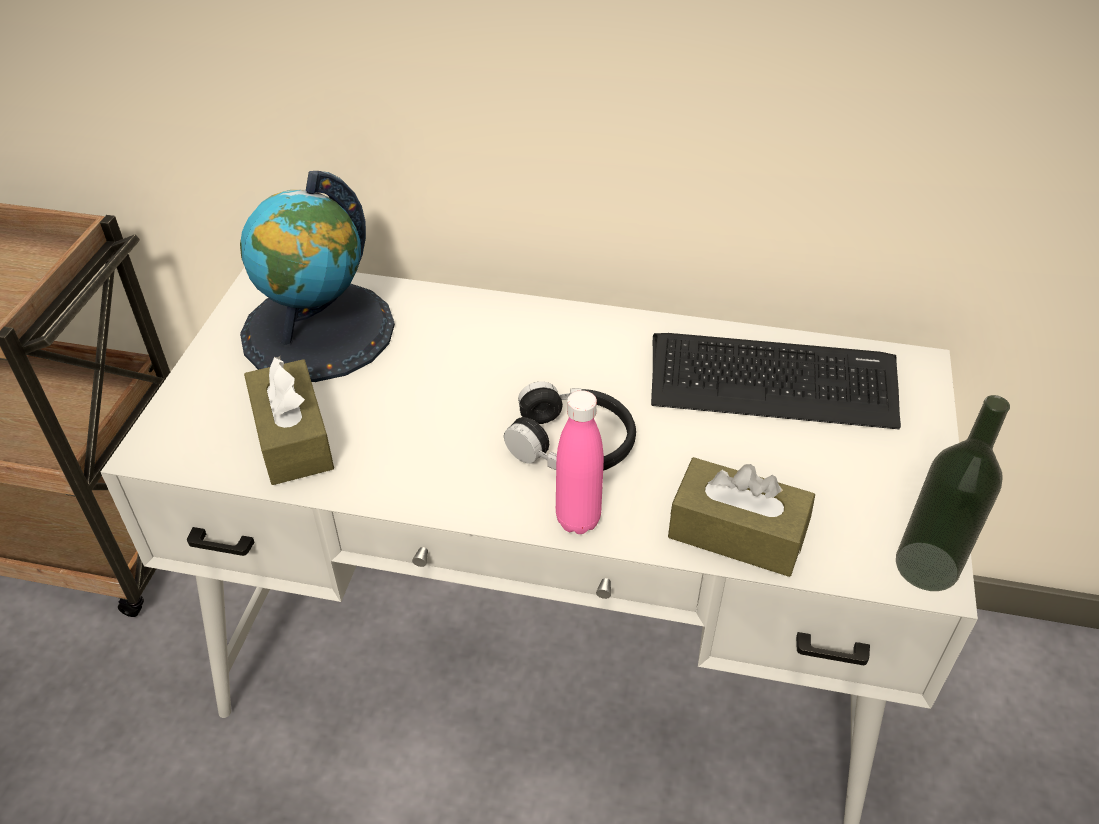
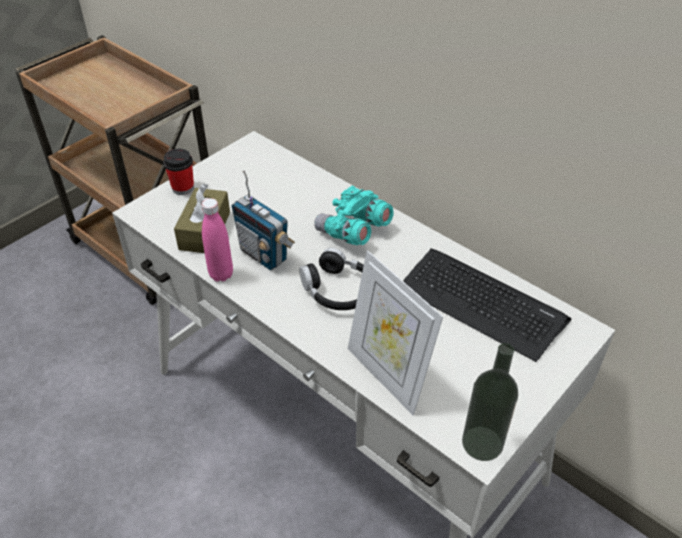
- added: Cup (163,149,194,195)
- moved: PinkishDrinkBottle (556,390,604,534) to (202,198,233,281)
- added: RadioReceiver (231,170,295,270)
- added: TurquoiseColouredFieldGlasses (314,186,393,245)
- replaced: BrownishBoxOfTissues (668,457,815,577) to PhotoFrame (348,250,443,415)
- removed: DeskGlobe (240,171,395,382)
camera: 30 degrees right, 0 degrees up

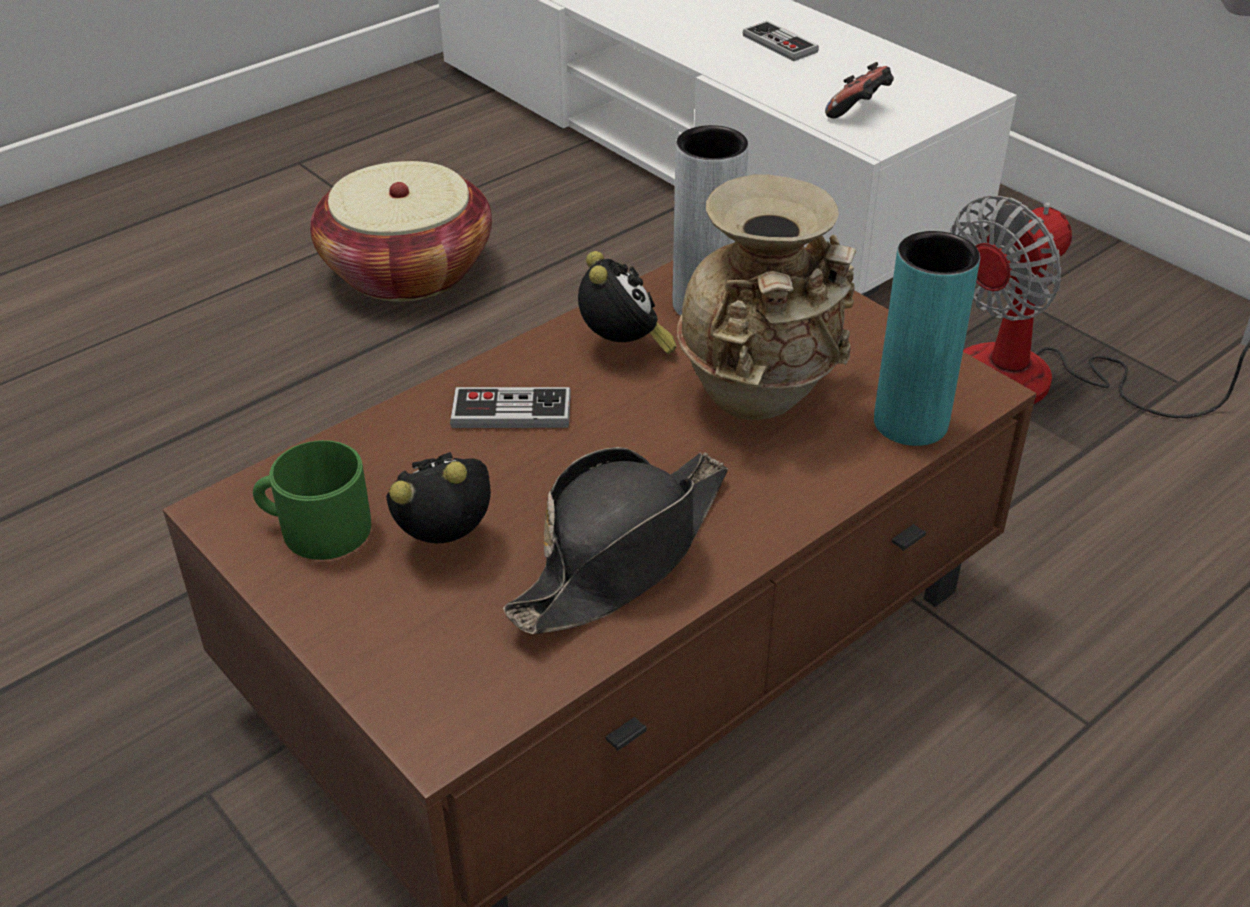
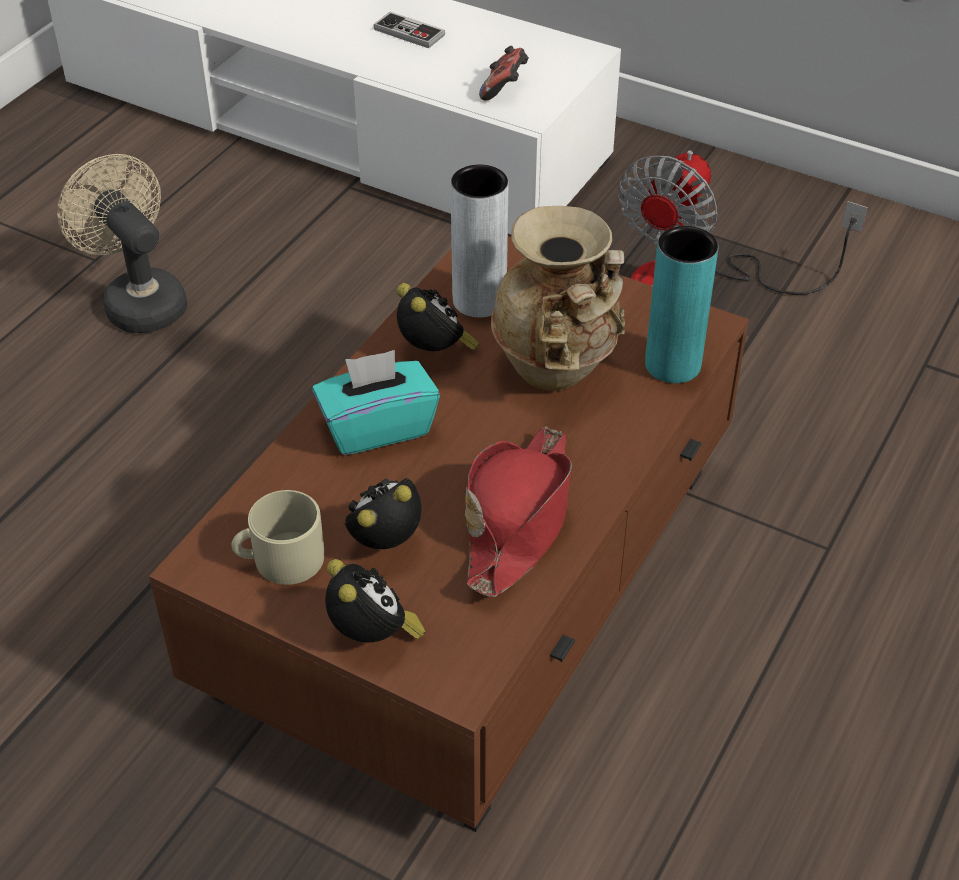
- replaced: Basket (310,161,492,302) to SandColouredCoolingFan (57,154,187,333)
- recoloured: GreenColouredCoffeeMug (253,440,371,560) to SandColouredCoffeeMug (232,490,324,585)
- replaced: Joypad (450,387,571,428) to TurquoiseColouredBoxOfTissues (312,350,440,455)
- added: BedsideClock (325,559,425,643)
- recoloured: BlackWearableHat (503,447,728,634) to RedColouredWearableHat (465,426,572,596)
camera: 20 degrees left, 5 degrees up

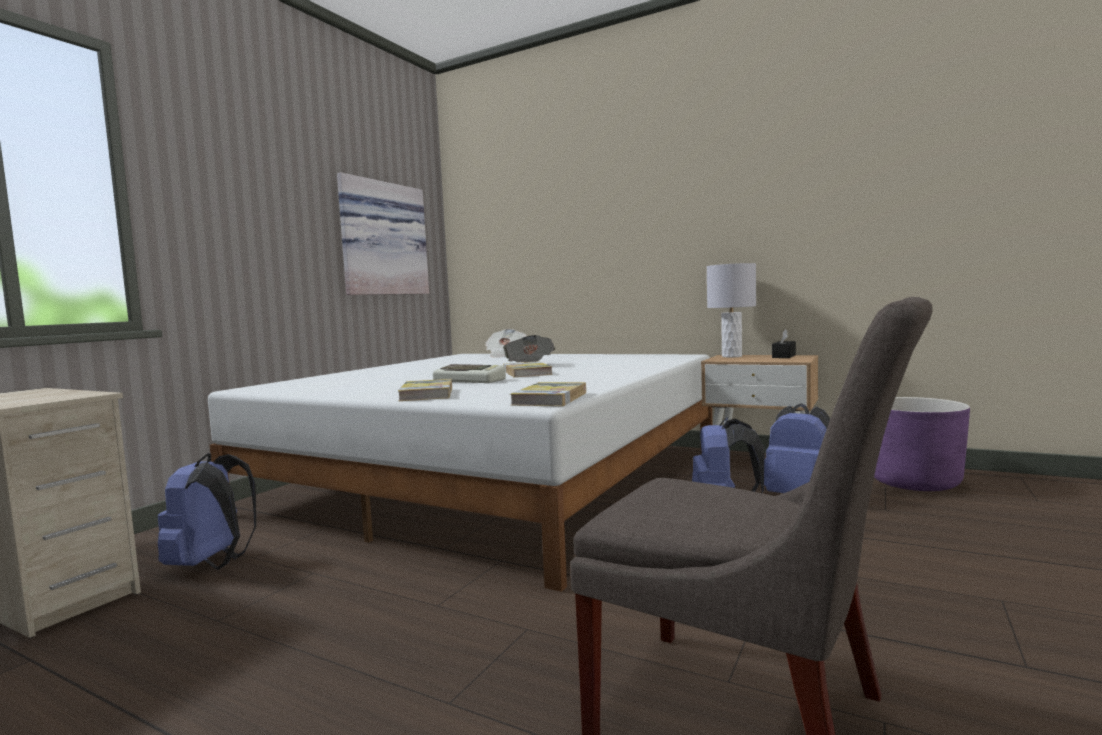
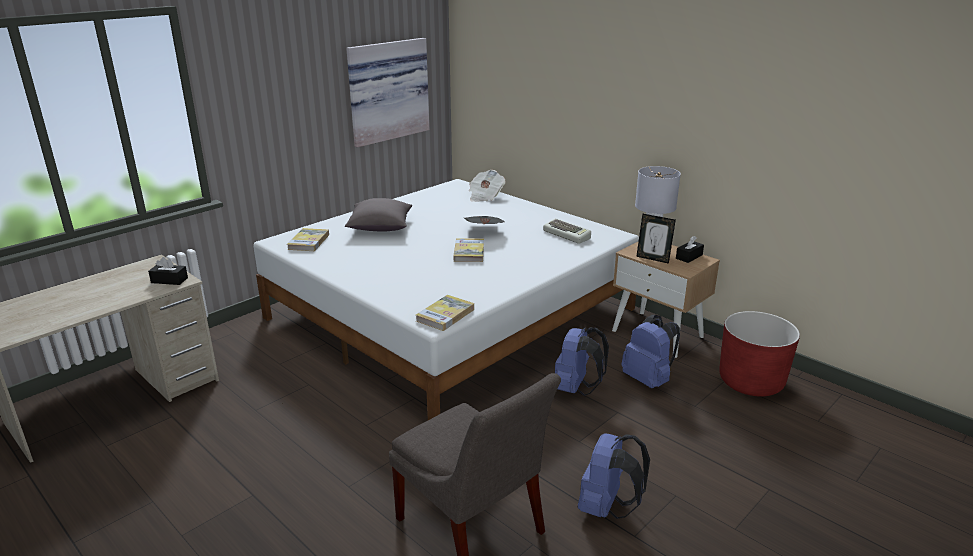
- added: BlackBoxOfTissues (148,257,188,285)
- moved: Book (398,379,452,401) to (287,228,329,251)
- added: GreyCushion (345,198,412,232)
- moved: Keyboard (433,364,506,383) to (543,218,591,244)
- moved: BlueColouredKnapsack (158,453,256,570) to (578,433,650,519)
- added: PhotoFrame (636,213,676,264)
- recoloured: PurplishPlanter (874,397,970,491) to RedColouredPlanter (719,311,800,397)
camera: 15 degrees right, 20 degrees up

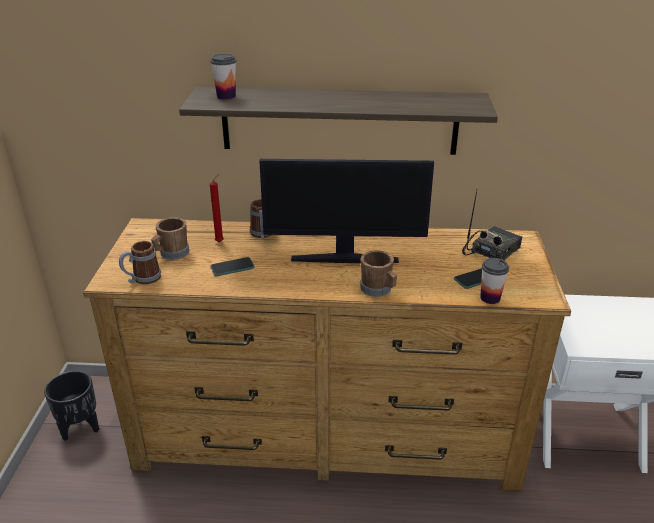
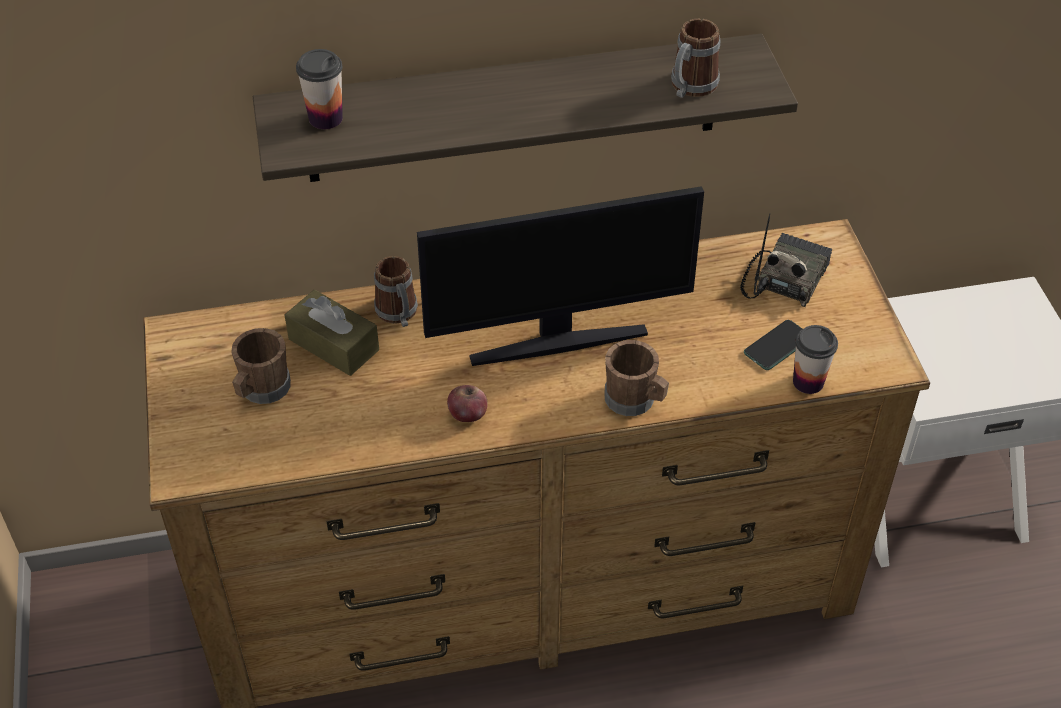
- replaced: RedColouredWaxLight (210,174,224,242) to BrownishBoxOfTissues (284,290,379,376)
- added: Apple (447,385,488,422)
- moved: CoffeeMug (119,241,161,285) to (671,19,720,98)
- removed: BlackPlanter (44,371,99,441)
- removed: Telephone (210,257,255,276)
camera: 15 degrees left, 15 degrees up

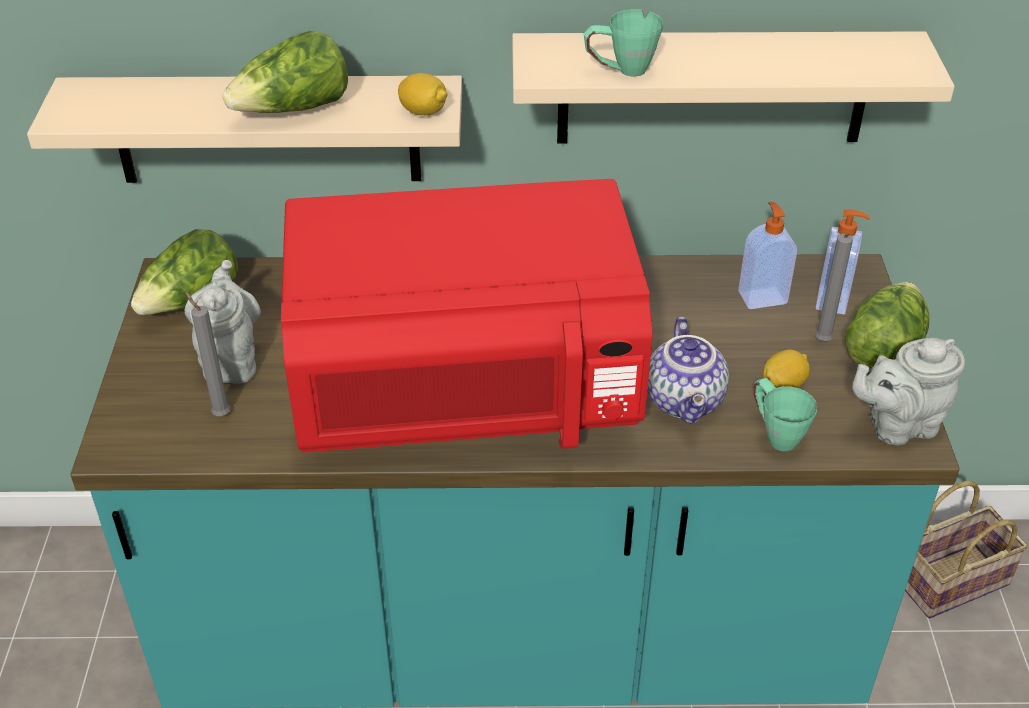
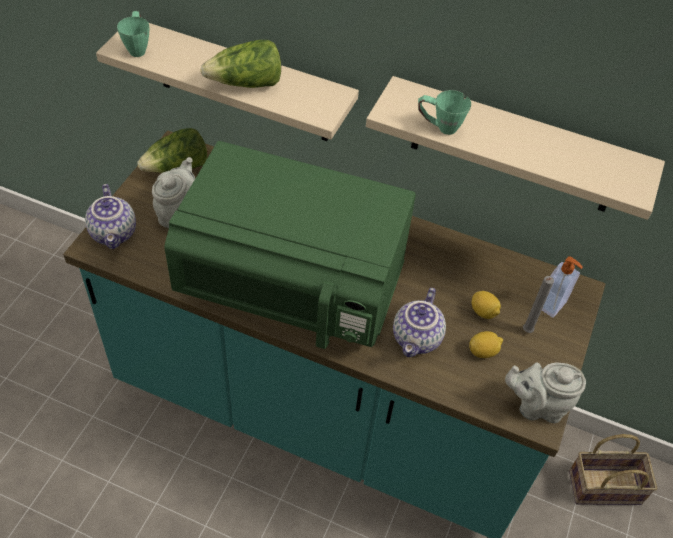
- added: PotForTea (85,184,136,249)
- moved: GreenColouredCoffeeMug (754,378,817,452) to (117,11,150,57)
- recoloured: RedColouredKitchenMicrowave (281,179,653,453) to GreenColouredKitchenMicrowave (165,141,416,349)
- moved: Lemon (398,73,448,115) to (472,291,501,319)
- removed: GreyWaxLight (185,291,230,416)
- removed: LiquidSoapBottle (738,202,797,309)
- removed: Lettuce (844,282,929,371)
camera: 20 degrees right, 10 degrees up

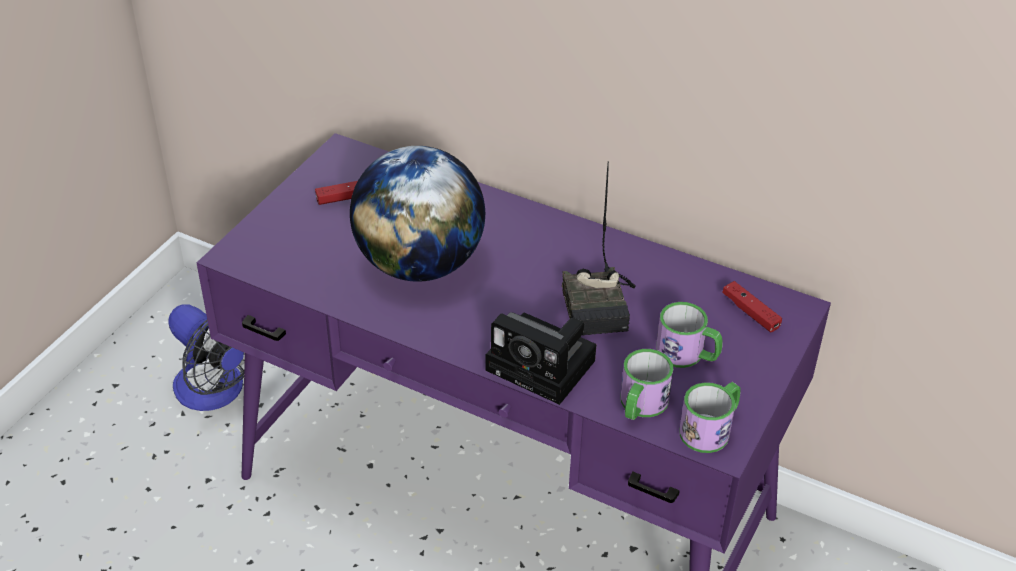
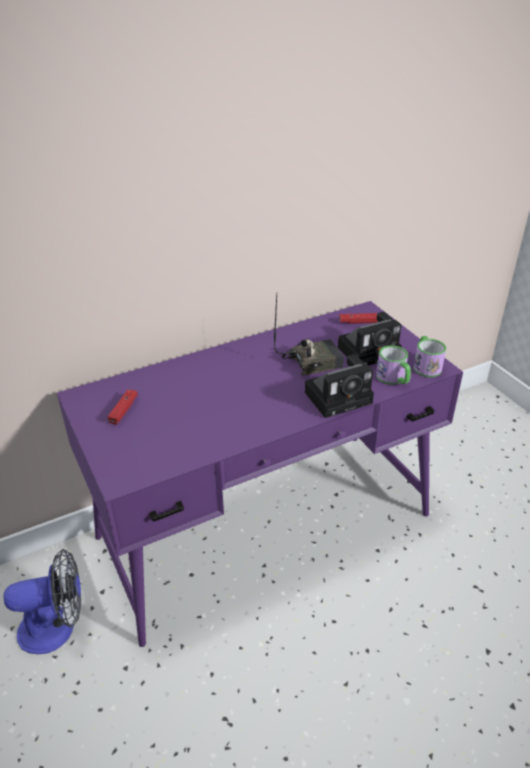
- turned: RadioReceiver (562,162,636,335) = (274,294,344,376) 45 degrees counterclockwise
- replaced: CoffeeMug (656,302,723,368) to StillCamera (338,312,402,366)
- removed: DeskGlobe (350,146,485,282)
camera: 55 degrees left, 5 degrees down

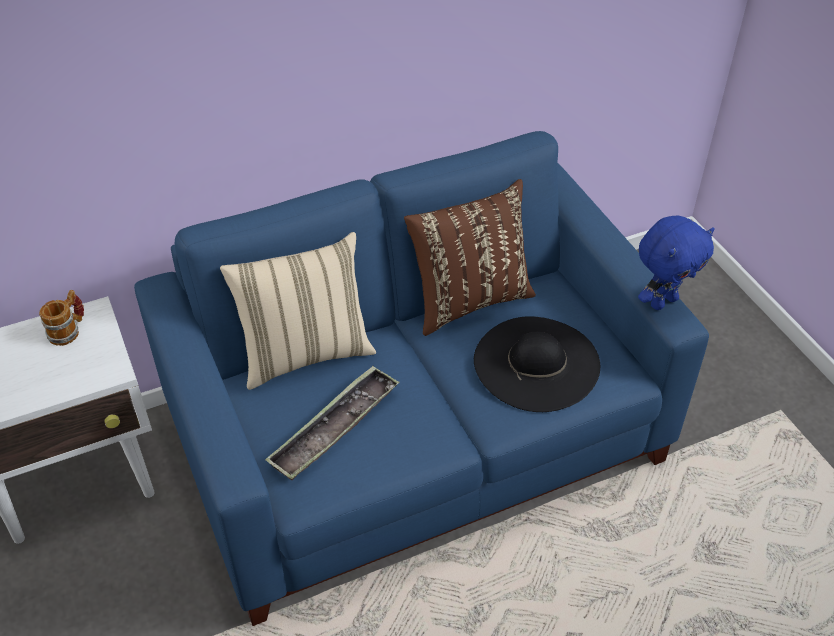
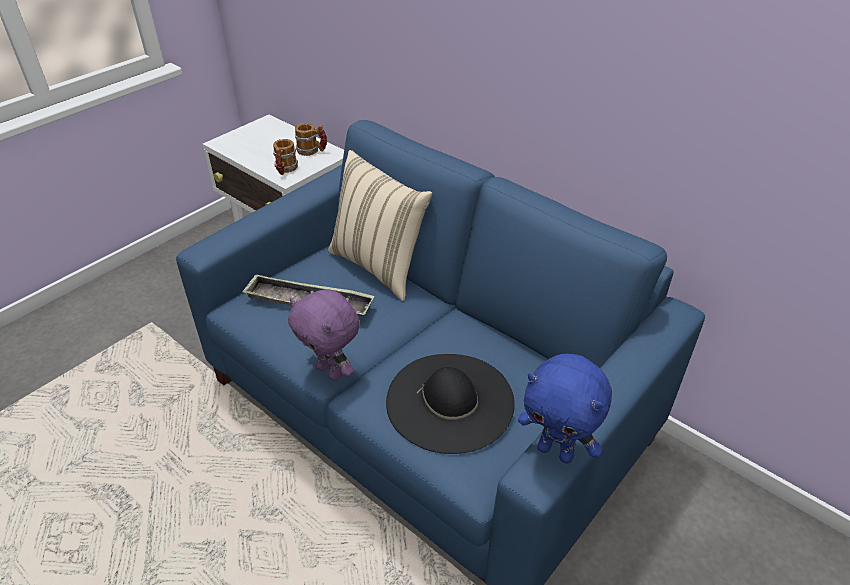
- added: CoffeeMug (273,139,298,175)
- added: PurplishCuddlyToy (288,289,360,381)
- removed: BrownishCushion (404,179,536,336)
camera: 65 degrees right, 5 degrees down

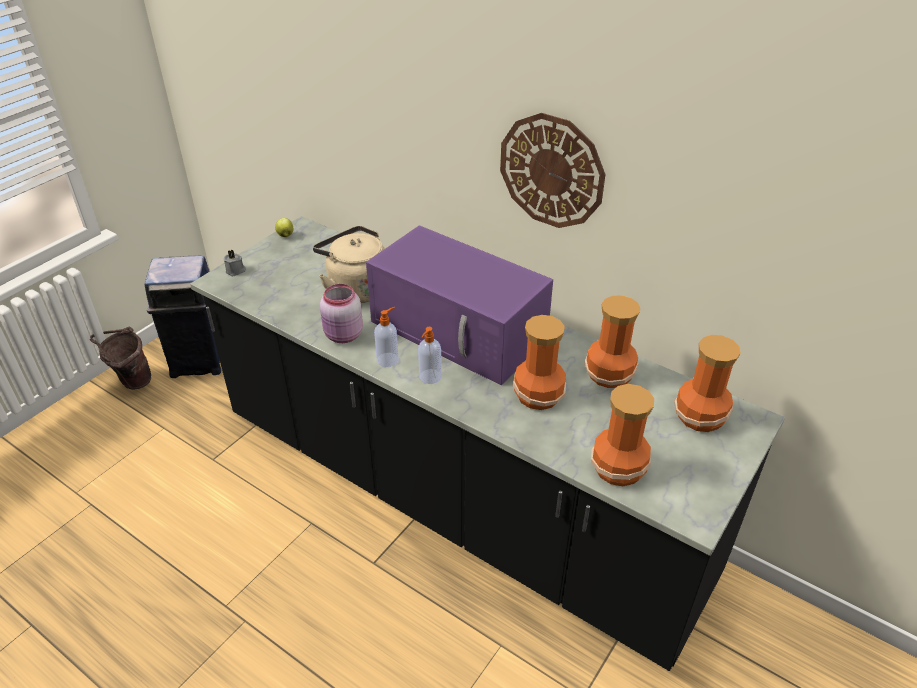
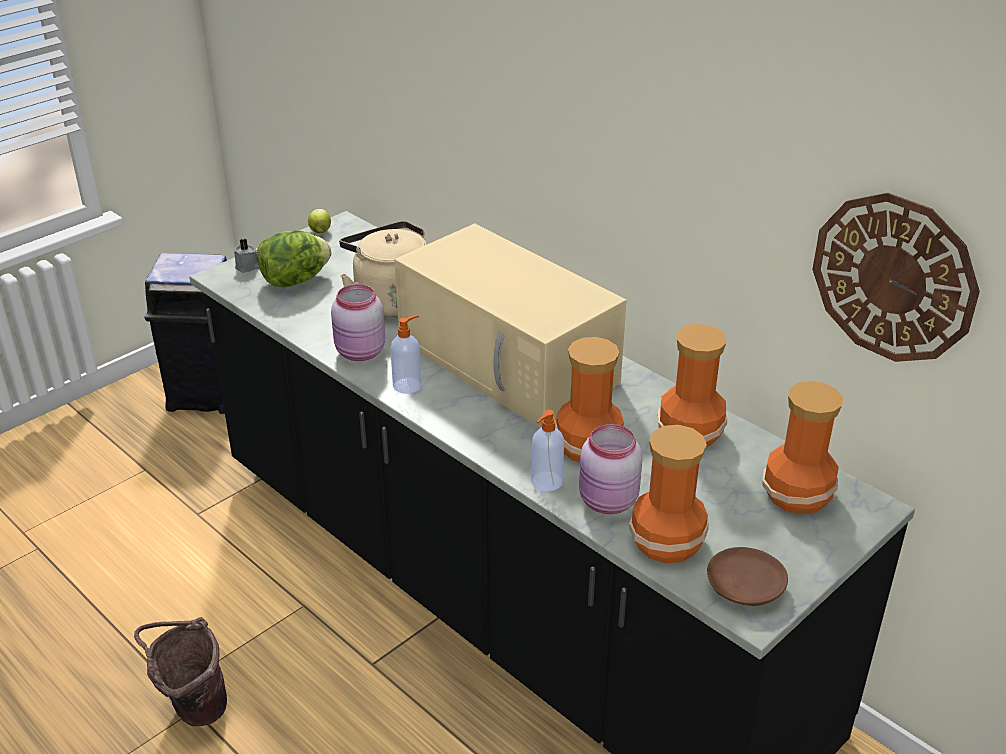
- moved: BrownishBucket (90,327,151,390) to (134,617,227,727)
- added: Lettuce (257,230,331,287)
- recoloured: PurplishKitchenMicrowave (366,225,553,385) to SandColouredKitchenMicrowave (394,224,627,428)
- moved: LiquidSoapBottle (418,327,442,384) to (531,410,564,492)
- added: PinkishStorageJar (579,424,643,514)
- added: BrownishDinnerPlate (707,547,788,606)
- moved: HangingClock (500,113,606,228) to (812,193,980,362)
camera: 10 degrees right, 5 degrees down

